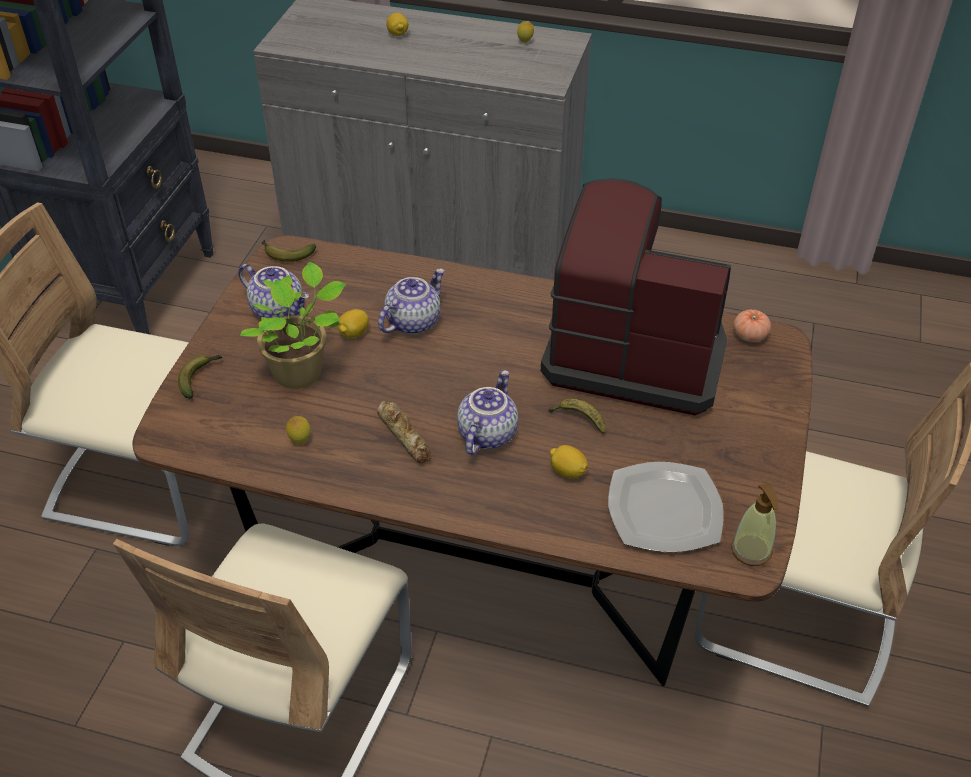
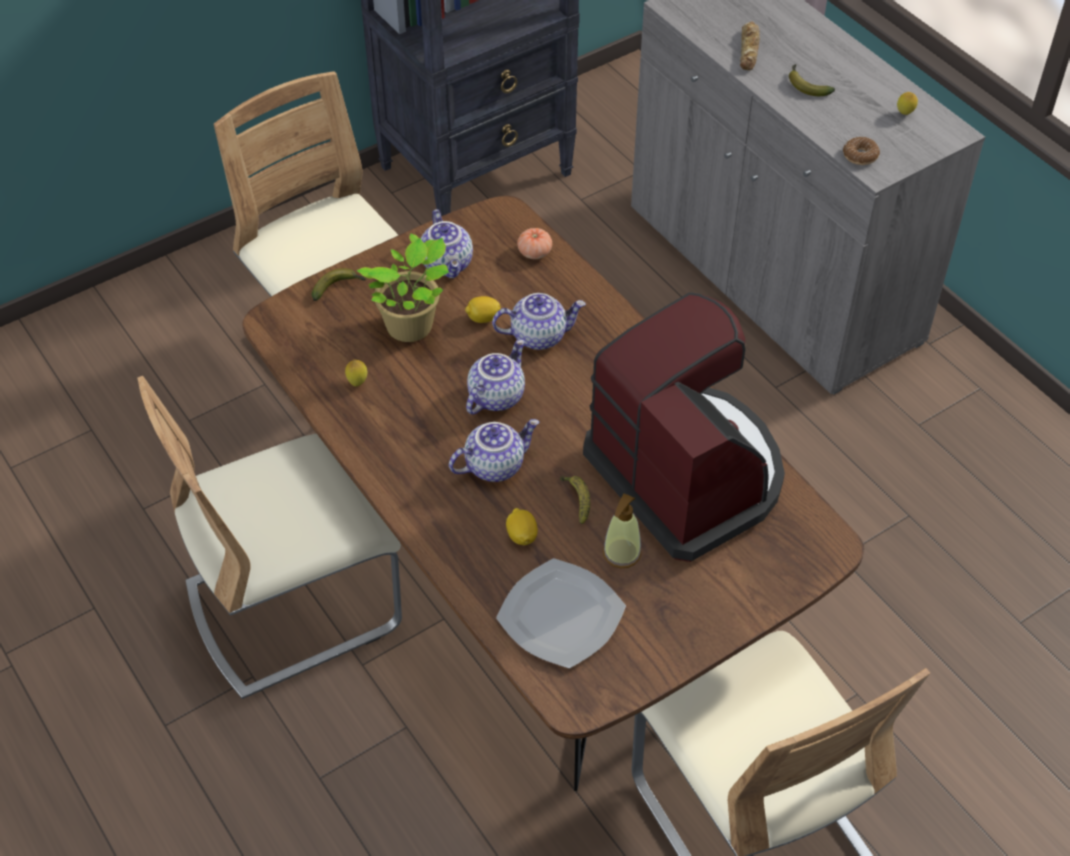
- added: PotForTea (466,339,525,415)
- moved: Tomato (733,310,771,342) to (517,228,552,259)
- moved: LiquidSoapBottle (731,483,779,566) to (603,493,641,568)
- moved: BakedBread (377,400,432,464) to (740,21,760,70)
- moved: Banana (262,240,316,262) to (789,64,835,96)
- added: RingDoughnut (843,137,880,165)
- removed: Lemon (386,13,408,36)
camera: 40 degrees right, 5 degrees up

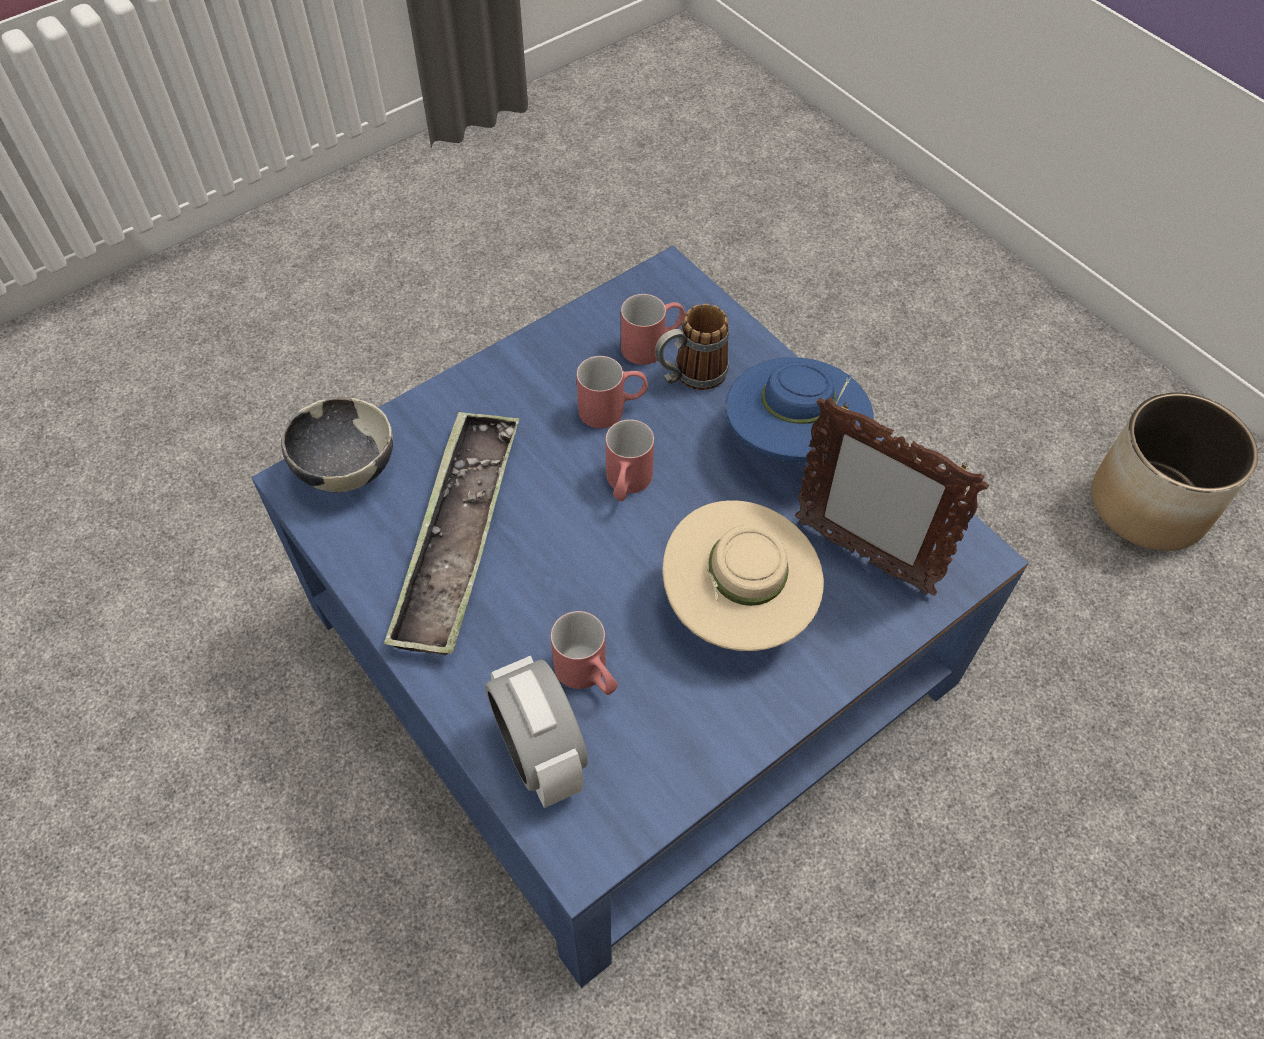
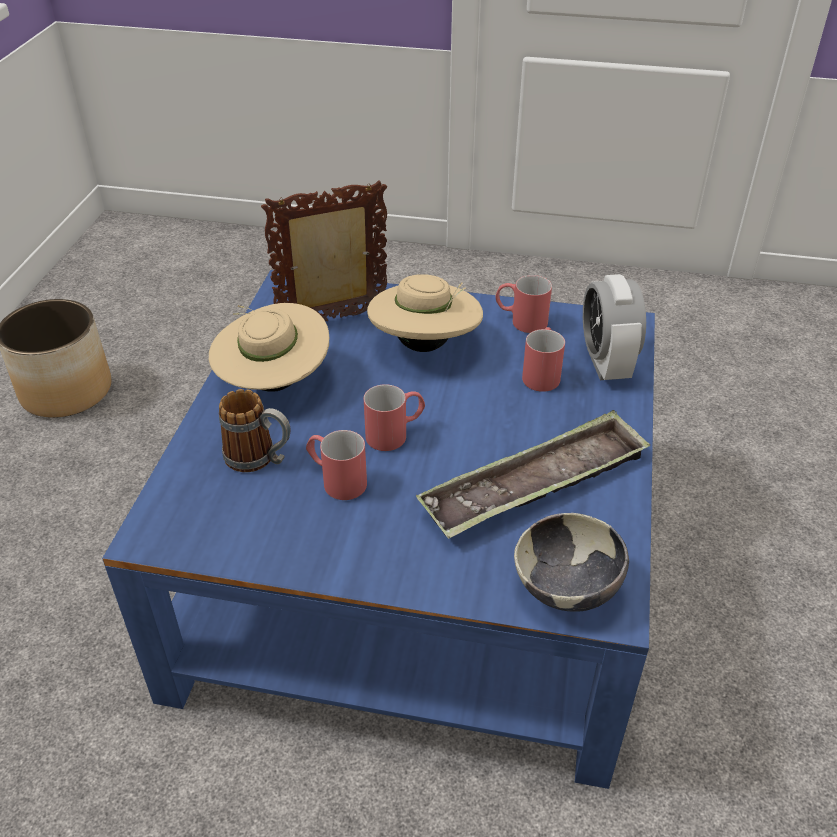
- recoloured: BlueColouredWearableHat (726,357,874,463) to SandColouredWearableHat (209,303,329,392)
- turned: PhotoFrame (795,397,989,596) = (261,180,387,321) 105 degrees counterclockwise
- moved: RedColouredCoffeeMug (621,294,685,365) to (495,275,552,333)
- turned: BedsideClock (485,656,588,808) = (583,274,646,380) 150 degrees clockwise
camera: 130 degrees left, 15 degrees down

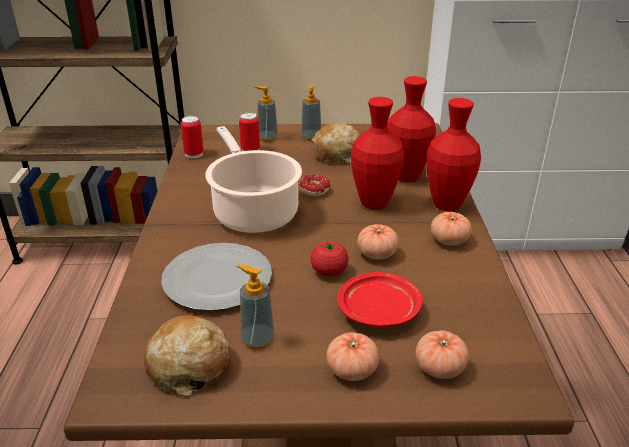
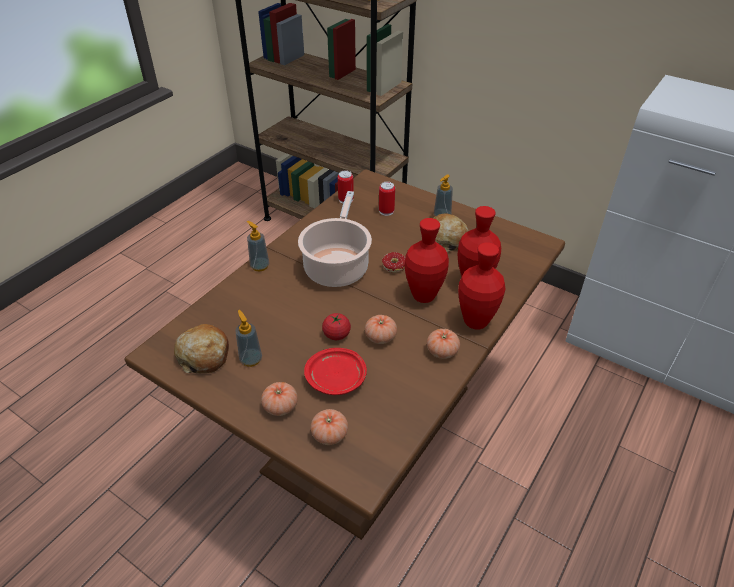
- moved: LiquidSoapBottle (255,86,278,142) to (247,221,269,271)
- removed: DinnerPlate (161,243,272,311)
camera: 35 degrees right, 10 degrees up

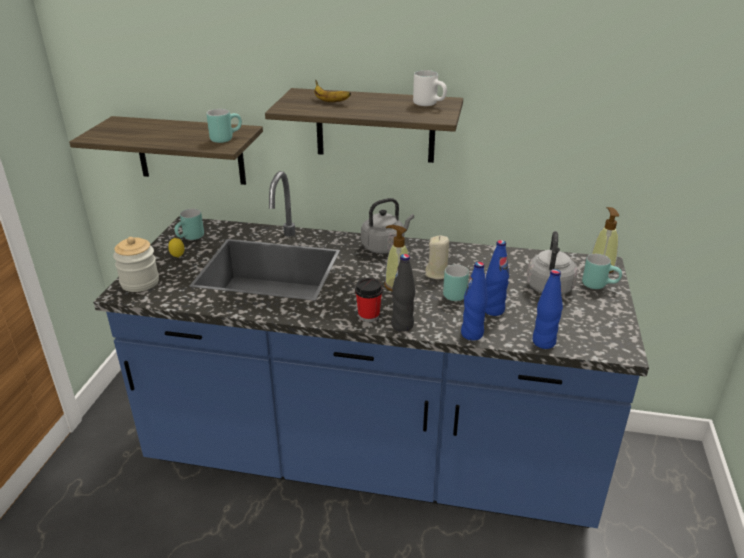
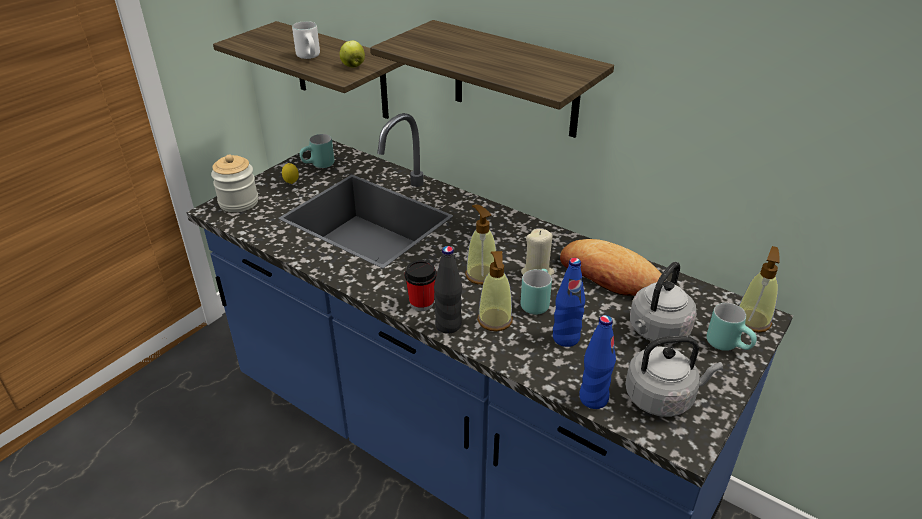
- moved: WhiteColouredCoffeeMug (413,70,447,106) to (292,21,320,59)
- replaced: TurquoiseColouredCoffeeMug (207,109,242,143) to Apple (340,41,365,68)
- added: LiquidSoapBottle (477,251,513,331)
- added: BakedBread (560,239,661,296)
- moved: GreyKettle (361,198,414,254) to (625,336,723,417)
- removed: Banana (314,80,351,102)
- removed: BlueColouredDrinkBottle (461,262,488,341)
camera: 25 degrees right, 5 degrees up

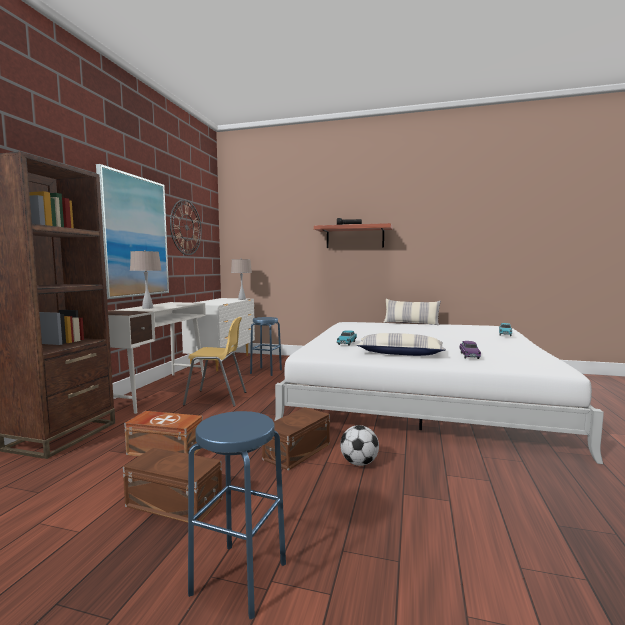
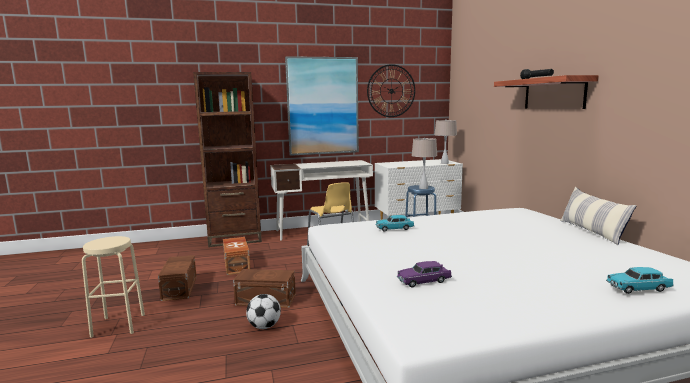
- recoloured: BlueColouredStool (188,411,286,619) to SandColouredStool (82,236,145,338)
- moved: SandColouredTabletopLamp (130,250,162,309) to (411,138,437,189)
- removed: Cushion (356,333,446,356)
camera: 60 degrees right, 5 degrees up

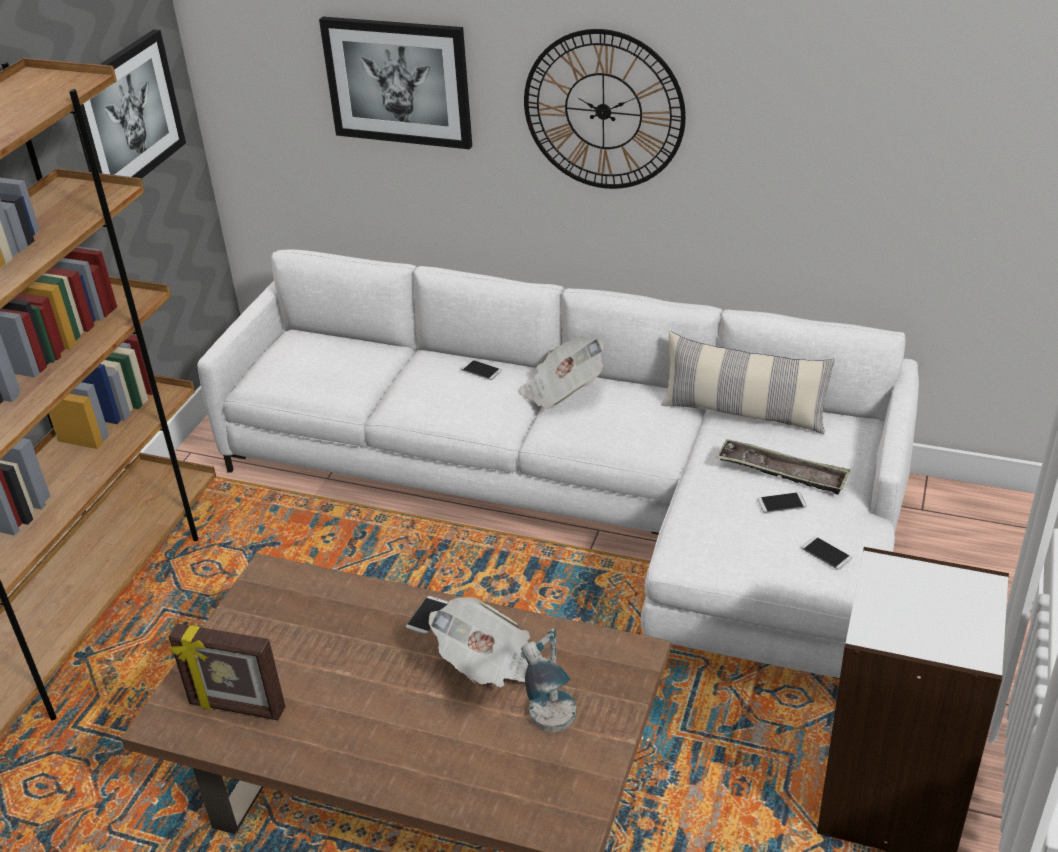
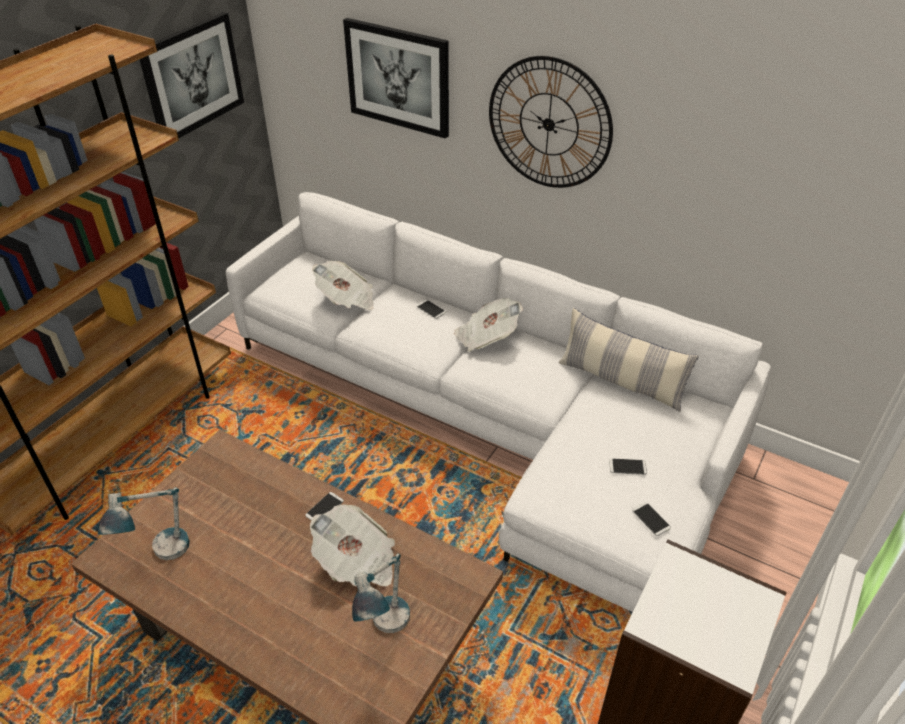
- replaced: PhotoFrame (168,623,285,720) to TabletopLamp (98,487,190,560)
- added: DailyPaper (312,261,374,310)
- removed: Tray (716,439,850,495)
camera: 10 degrees right, 5 degrees up

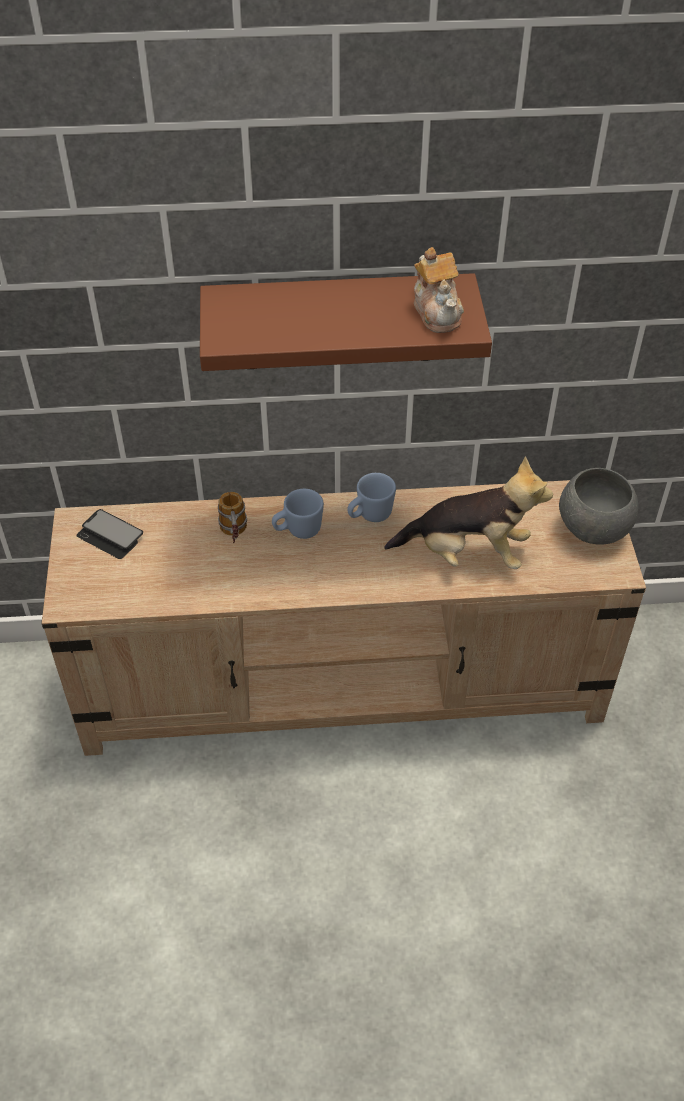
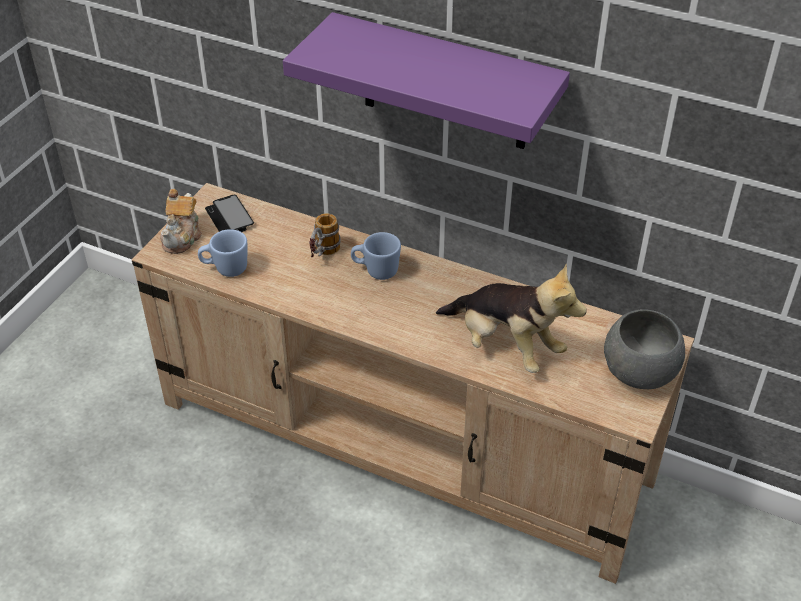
- moved: PotForTea (414,247,464,333) to (160,189,202,254)
- moved: BlueColouredCoffeeMug (347,473,396,522) to (198,229,247,277)
- recoloured: BrownishWallShelf (200,273,492,371) to PurplishWallShelf (283,12,570,149)
camera: 30 degrees right, 5 degrees down

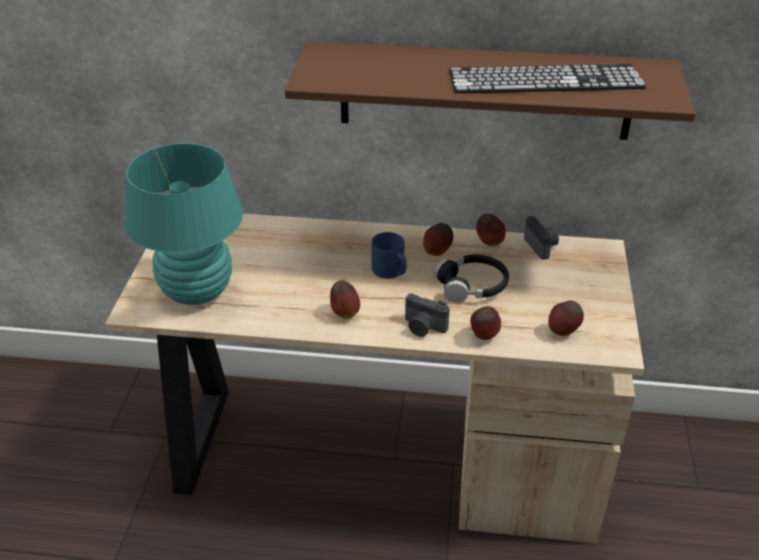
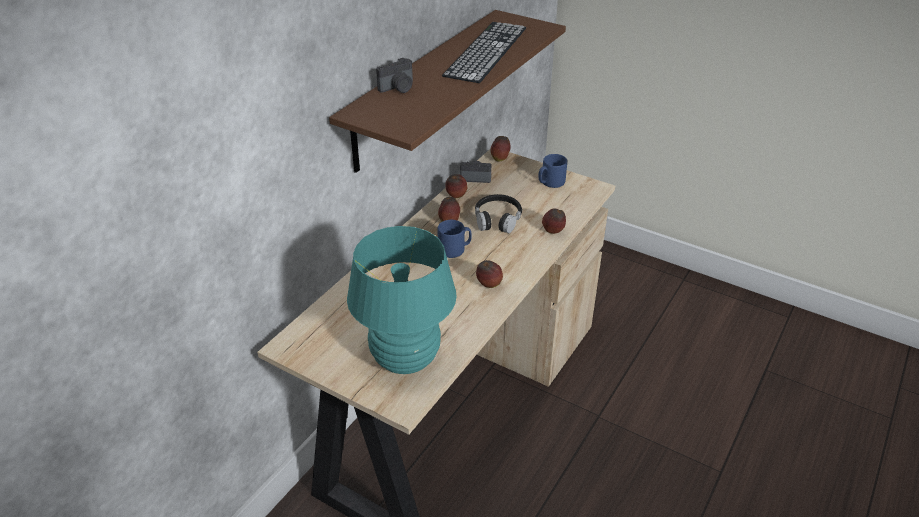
- moved: StillCamera (405,293,450,337) to (376,58,413,93)
- moved: Apple (548,301,584,336) to (490,136,511,162)
- added: BlueColouredCoffeeMug (538,154,567,188)
camera: 65 degrees left, 0 degrees up

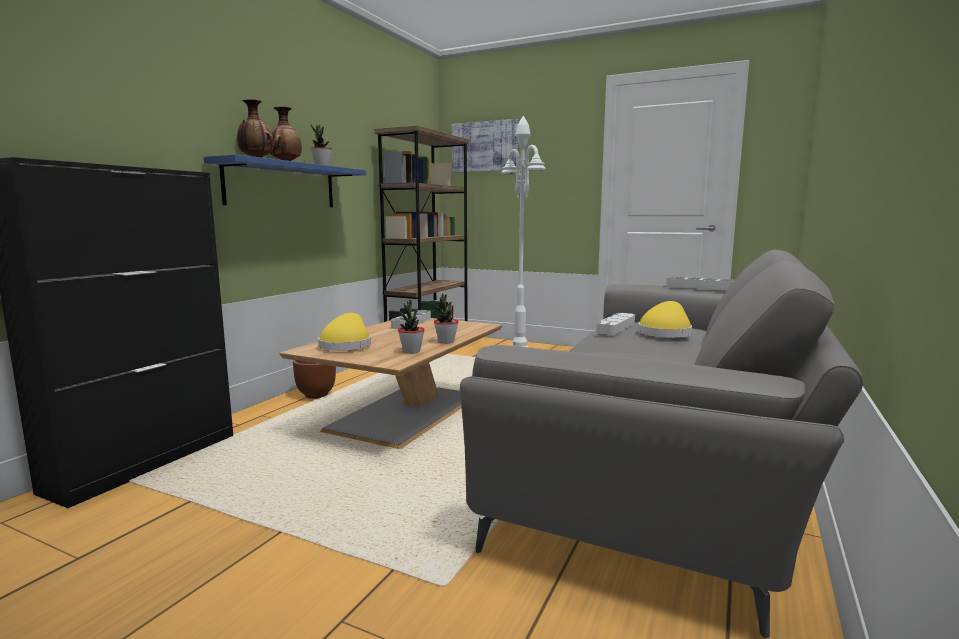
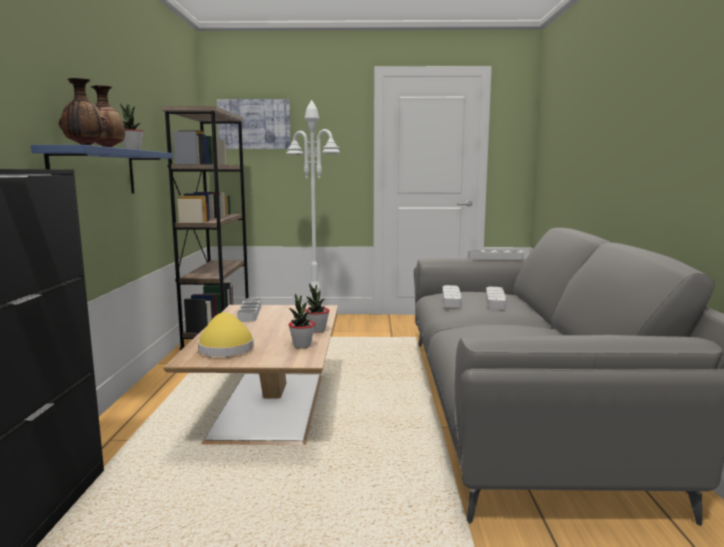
- replaced: YellowColouredWearableHat (638,301,692,338) to GreyTray (486,287,506,309)
- removed: BrownishPlanter (293,360,336,399)
camera: 25 degrees left, 0 degrees up

